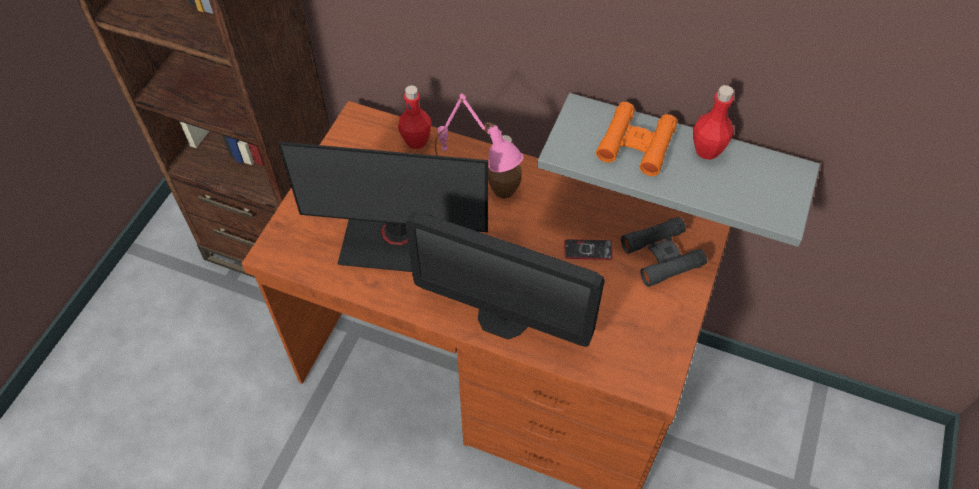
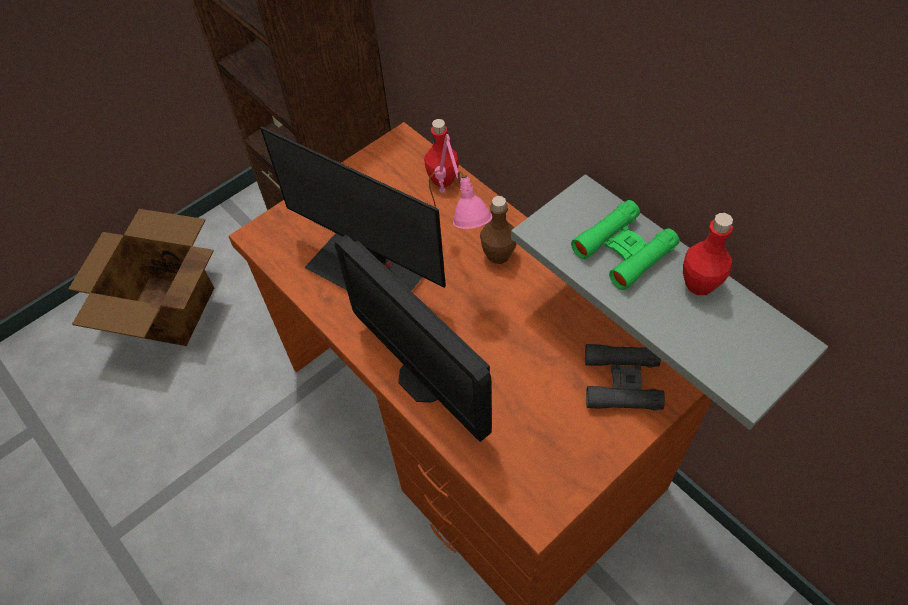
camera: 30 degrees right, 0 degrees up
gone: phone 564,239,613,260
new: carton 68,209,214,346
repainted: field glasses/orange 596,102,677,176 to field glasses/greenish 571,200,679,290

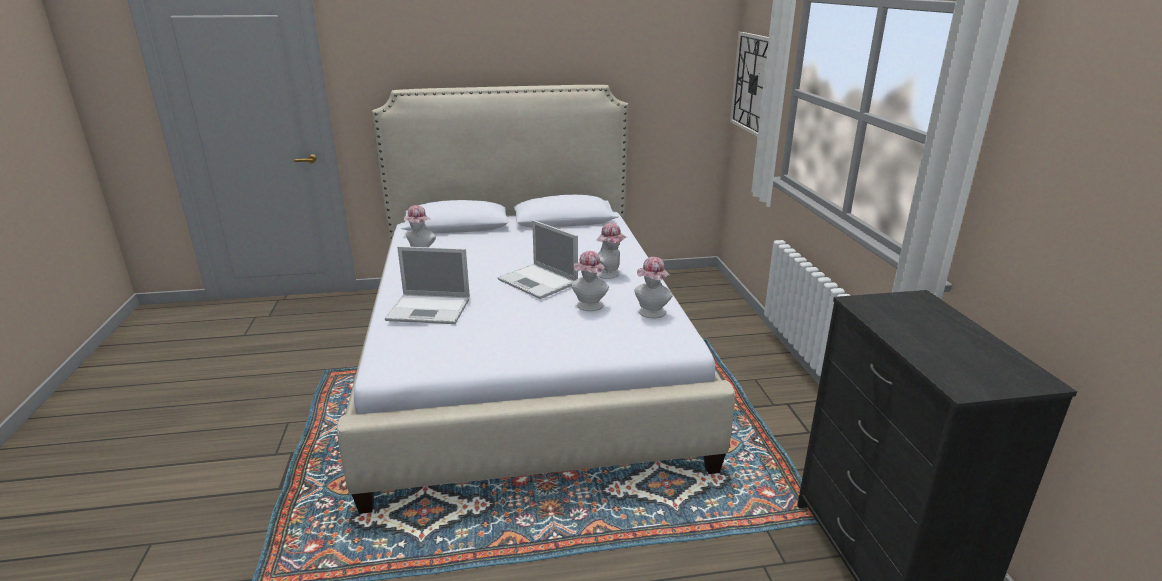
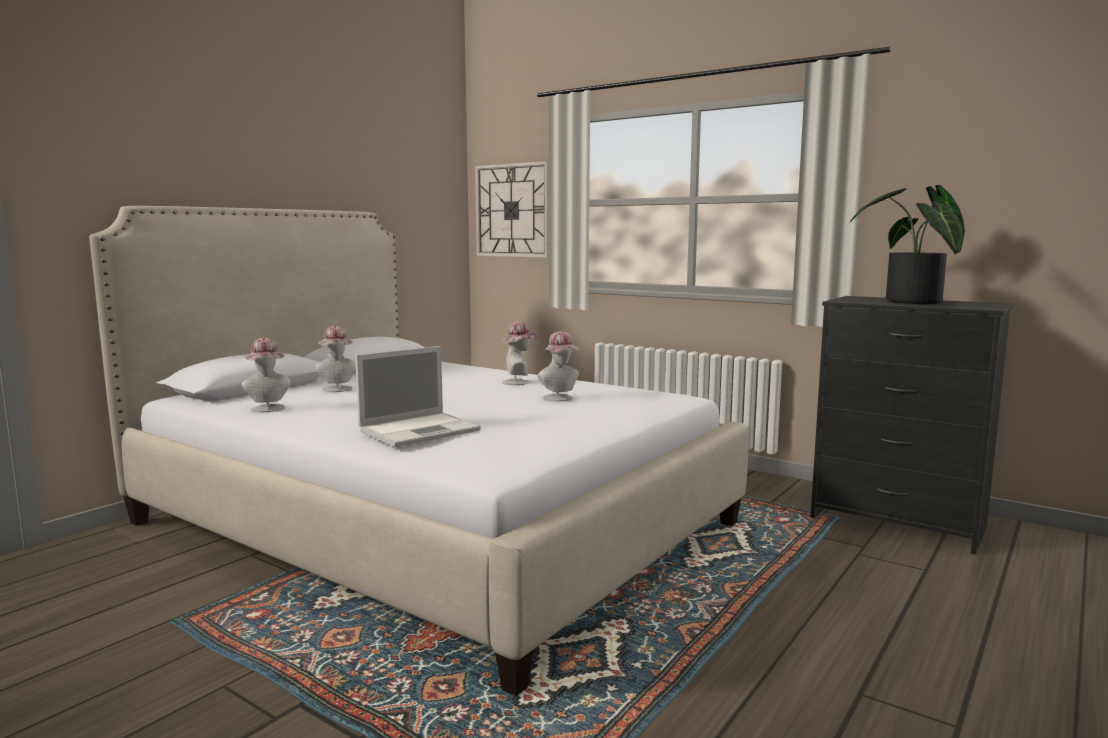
camera: 45 degrees left, 15 degrees down
gone: notebook computer 498,220,578,299
new: houseplant 850,185,965,304
shifted: hat 635,257,673,318 to 315,326,356,392

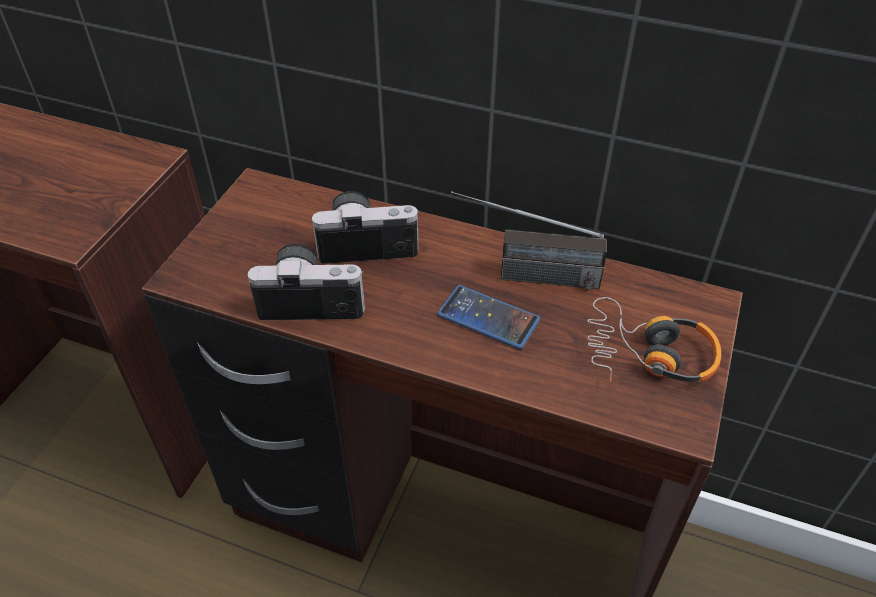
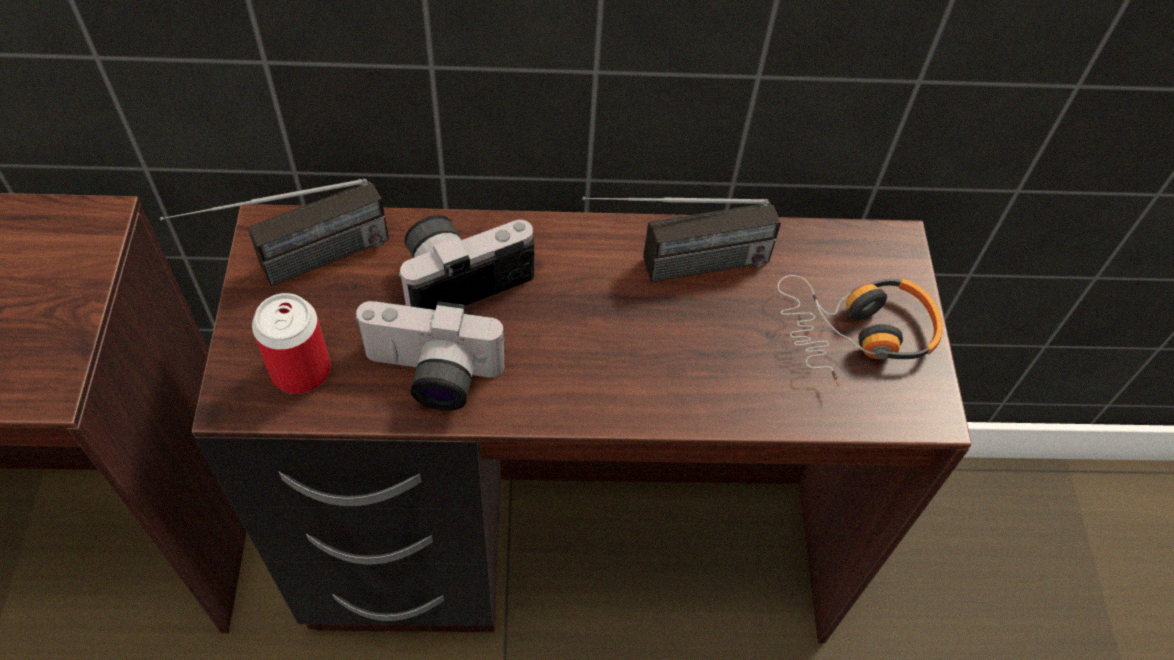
camera: 25 degrees left, 10 degrees up
gone: phone 437,285,541,349
new: radio 160,179,389,286; sealed can 252,293,331,394
rotated: still camera 247,244,365,320 = 354,301,505,410 150 degrees counterclockwise

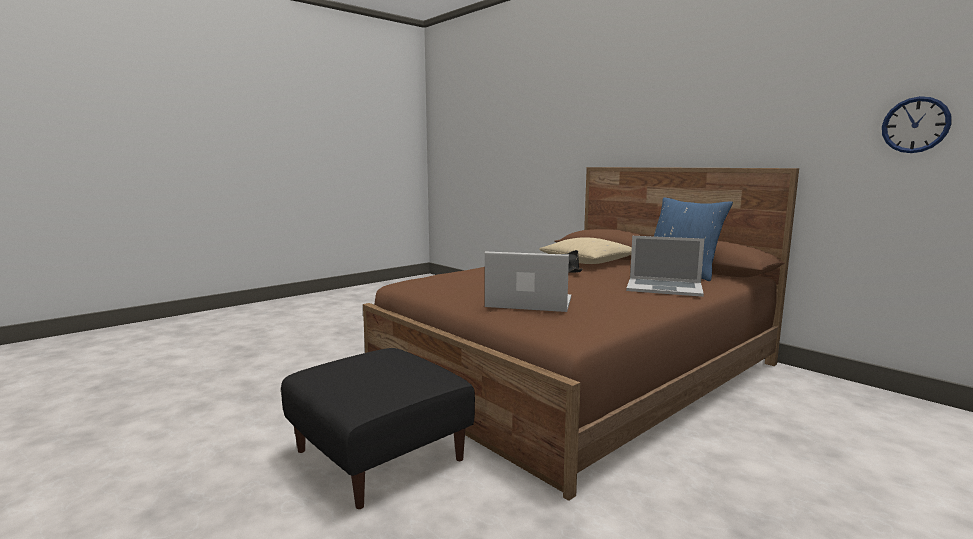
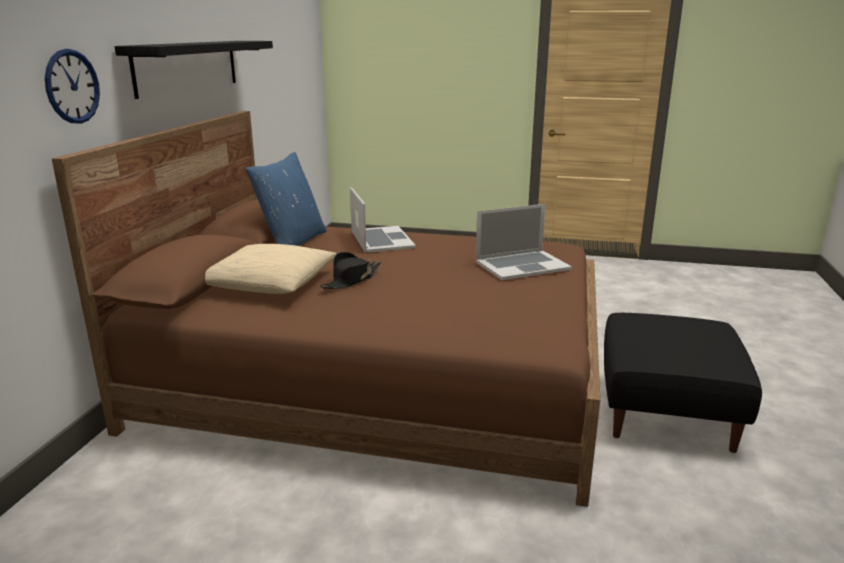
camera: 125 degrees left, 10 degrees up
new: shelf/black-coloured 115,41,273,99
shifted: wall clock 882,96,952,153 to 45,49,100,124
rotated: notebook computer 485,252,571,312 = 476,204,572,280 90 degrees counterclockwise

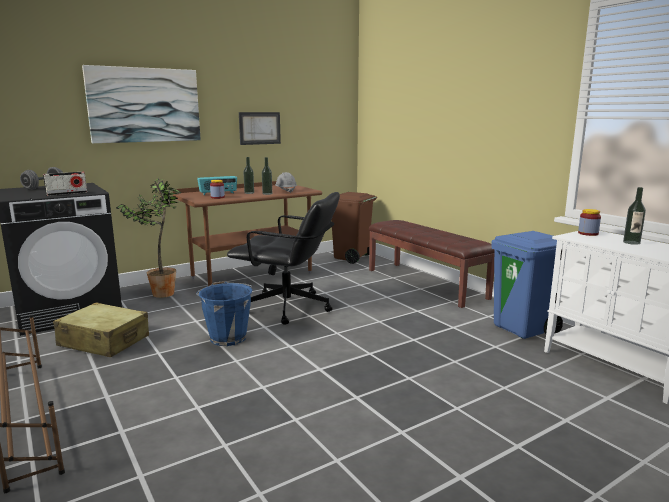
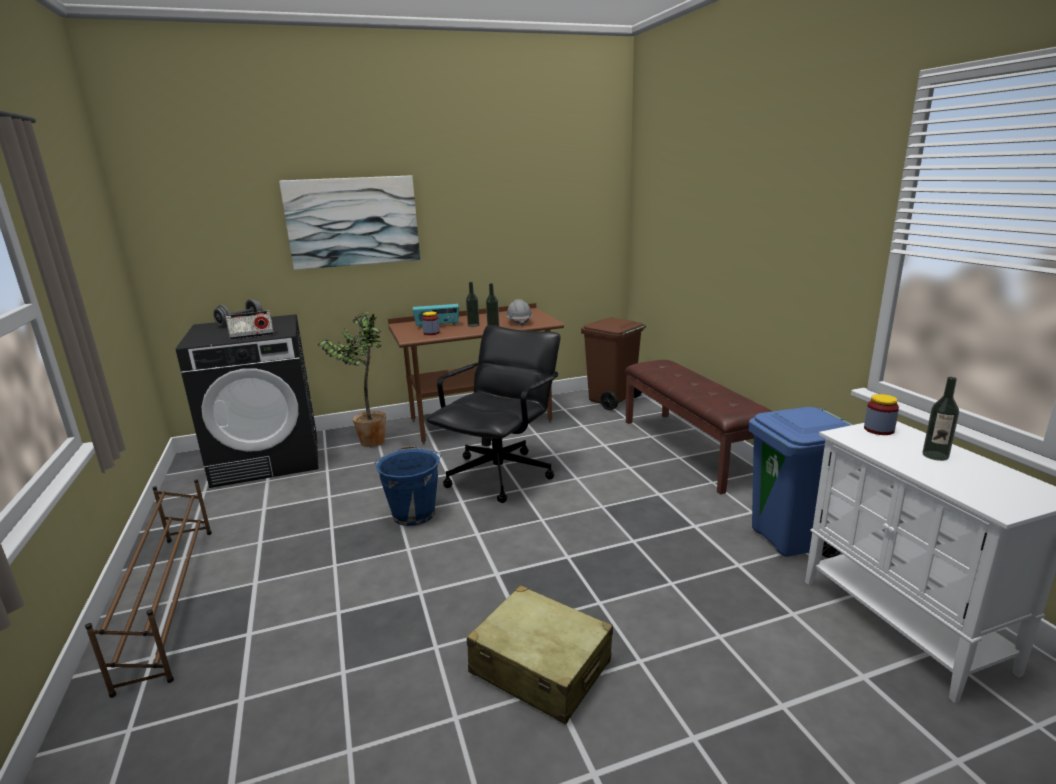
camera: 15 degrees right, 5 degrees up
gone: wall art 239,112,281,145
shifted: suitcase/beige 53,302,149,357 to 467,585,613,725
rotated: office chair/black-coloured 227,192,340,325 = 426,325,560,503 90 degrees counterclockwise

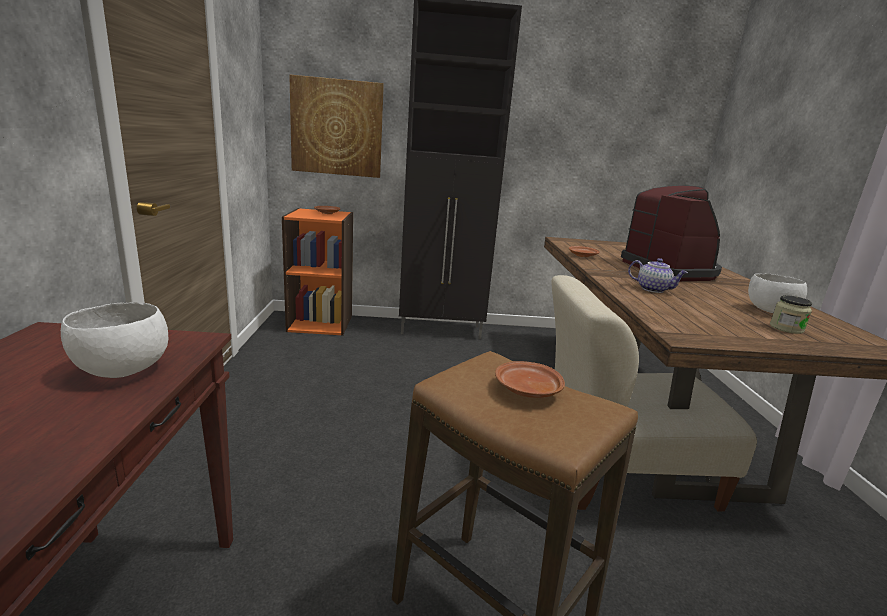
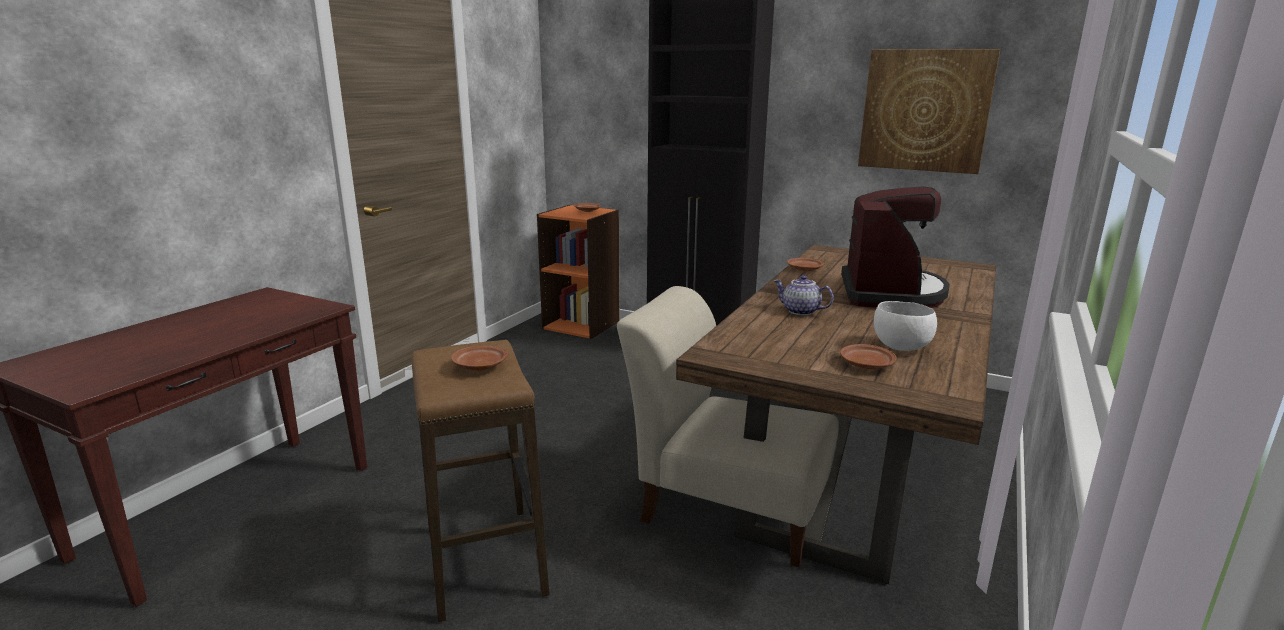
camera: 30 degrees right, 0 degrees up
gone: deep dish/white-coloured 61,302,168,378
shifted: wall art 289,75,384,178 to 858,49,1000,174
swapped: jar 770,295,812,334 to plate/brownish 840,344,897,369
rotated: pot for tea 628,258,688,293 = 774,275,834,315 150 degrees clockwise

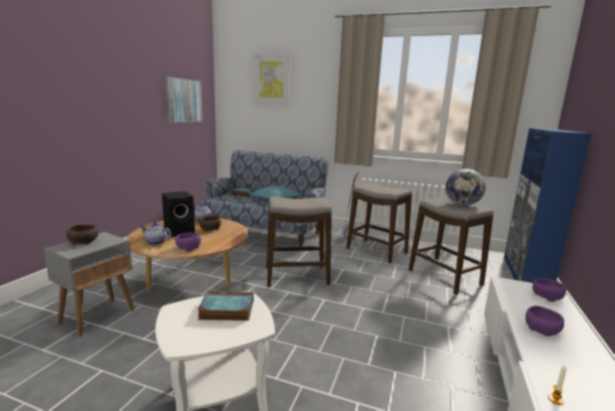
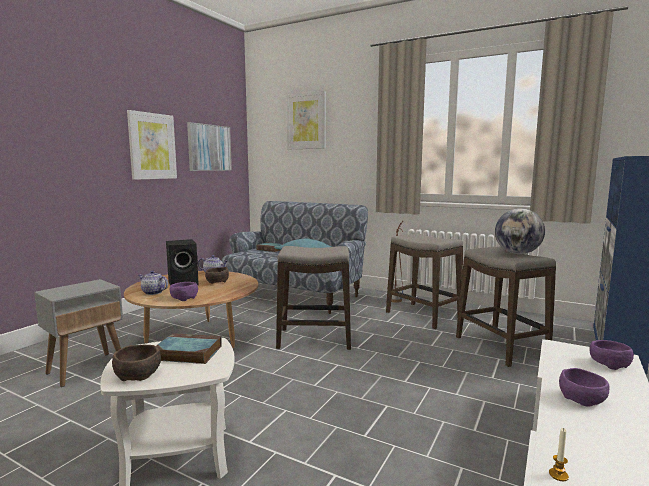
camera: 10 degrees right, 5 degrees down
new: wall art 127,110,177,180
shifted: deep dish/brownish 66,225,98,245 to 112,345,161,381

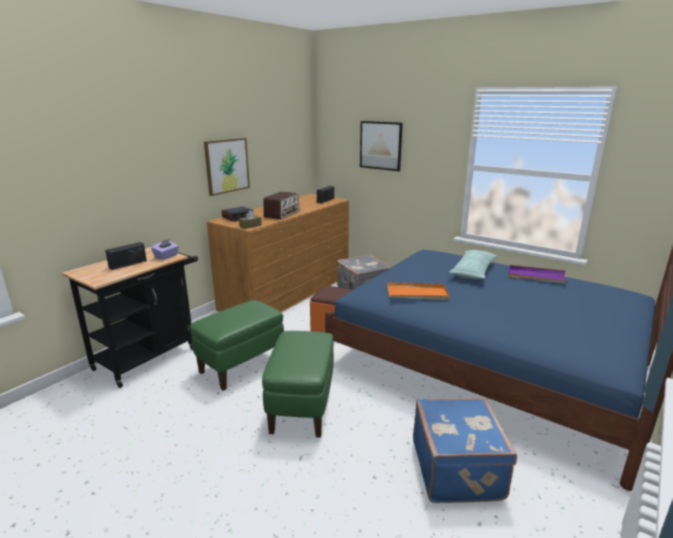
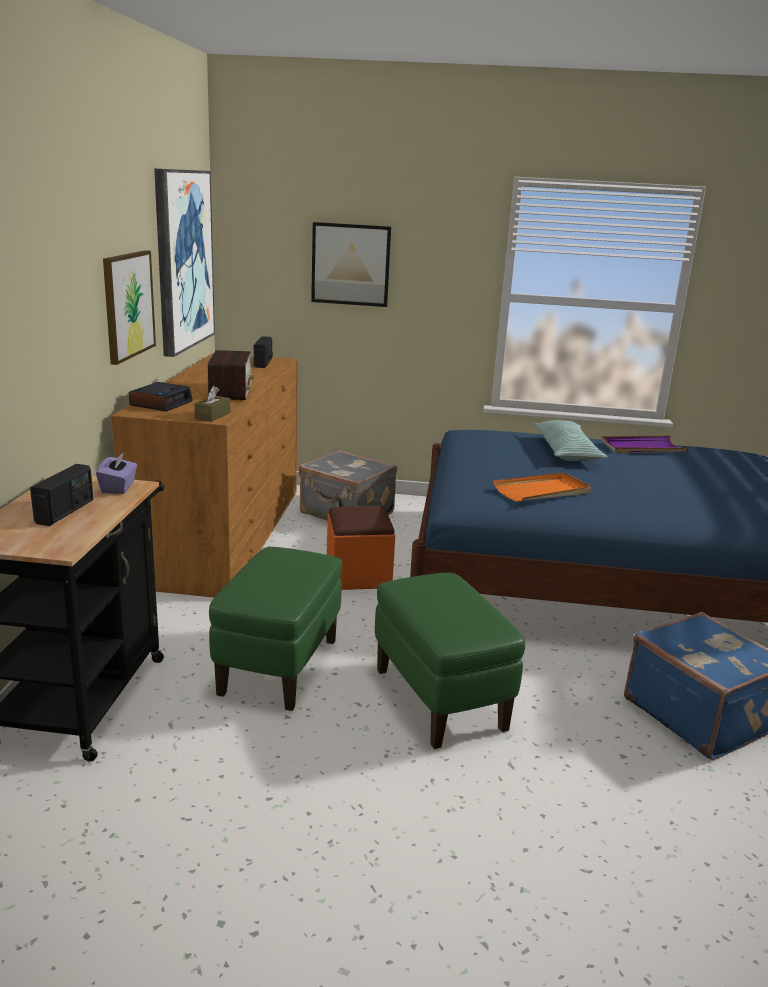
camera: 30 degrees left, 0 degrees up
new: wall art 154,168,215,357

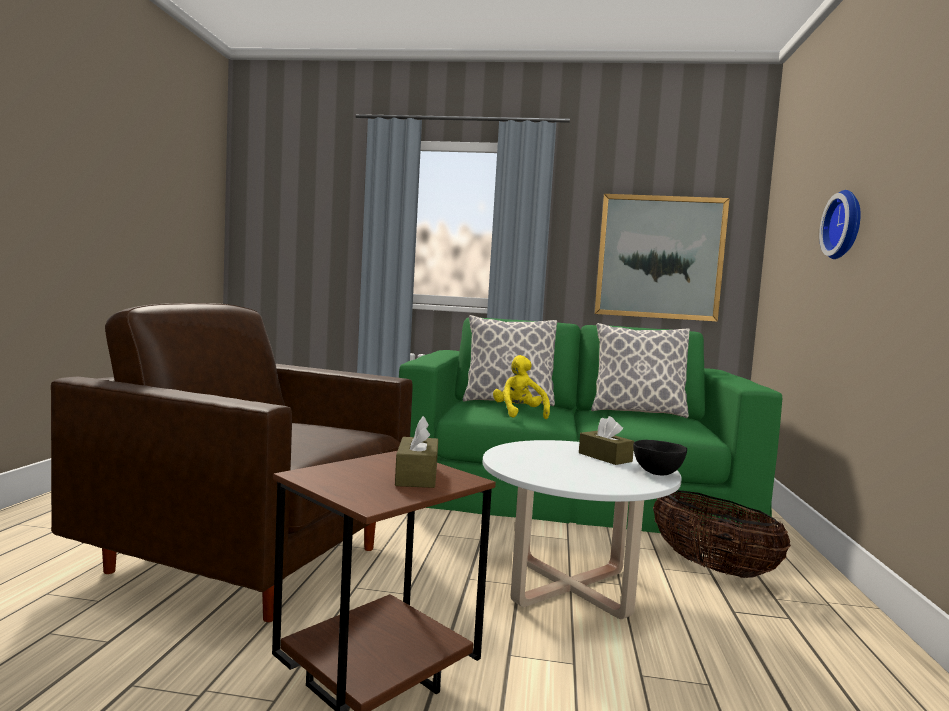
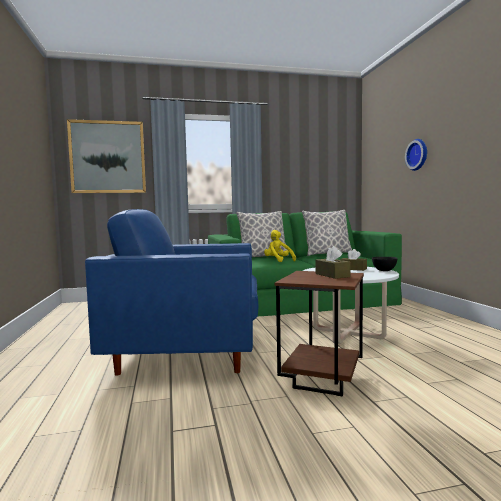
camera: 20 degrees left, 0 degrees up
gone: storage basket 653,490,791,578
shifted: wall art 594,194,730,322 to 67,119,146,193
repainted: lounge chair/brownish 51,303,413,622 to lounge chair/blue-coloured 85,209,259,375

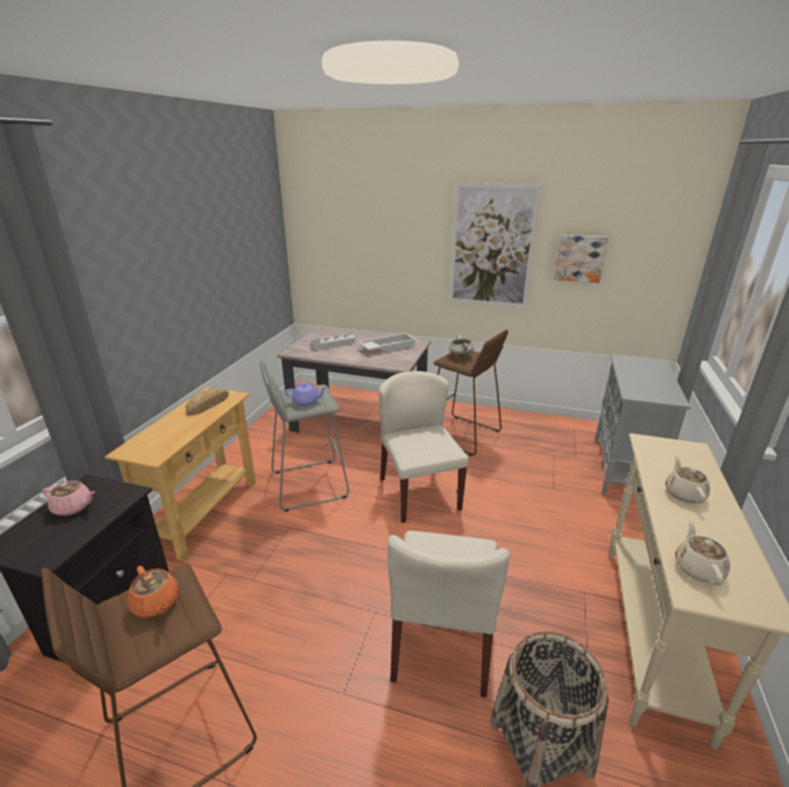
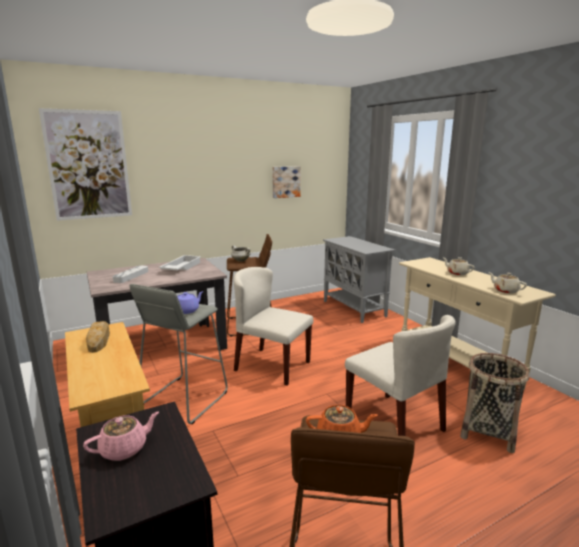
camera: 45 degrees left, 10 degrees down
shifted: wall art 450,183,541,307 to 39,108,132,221

